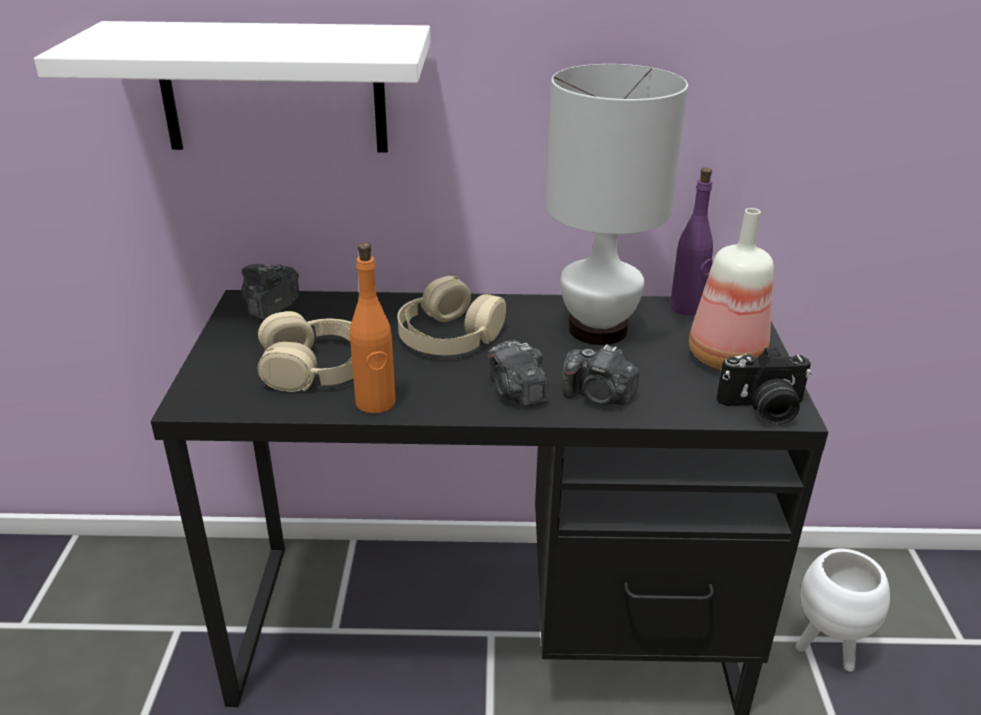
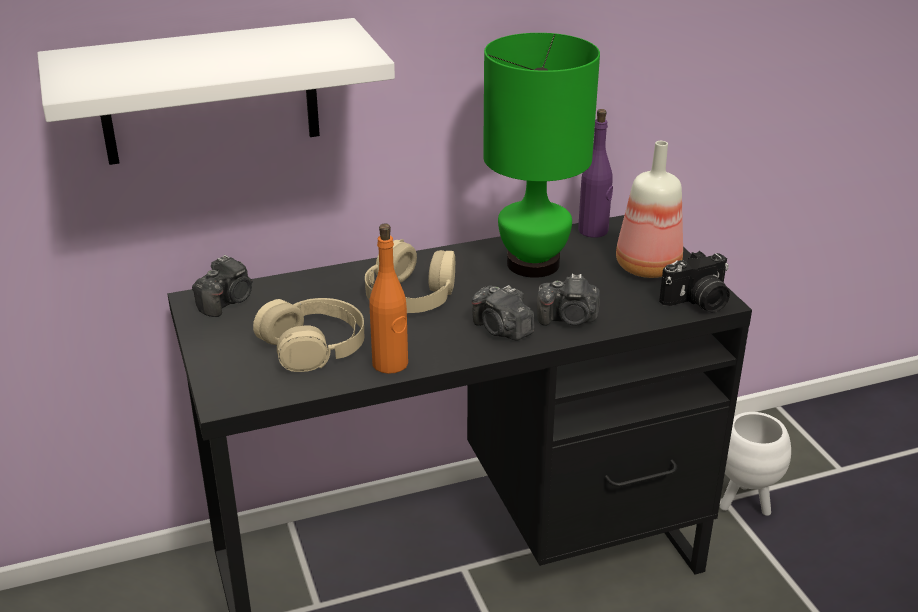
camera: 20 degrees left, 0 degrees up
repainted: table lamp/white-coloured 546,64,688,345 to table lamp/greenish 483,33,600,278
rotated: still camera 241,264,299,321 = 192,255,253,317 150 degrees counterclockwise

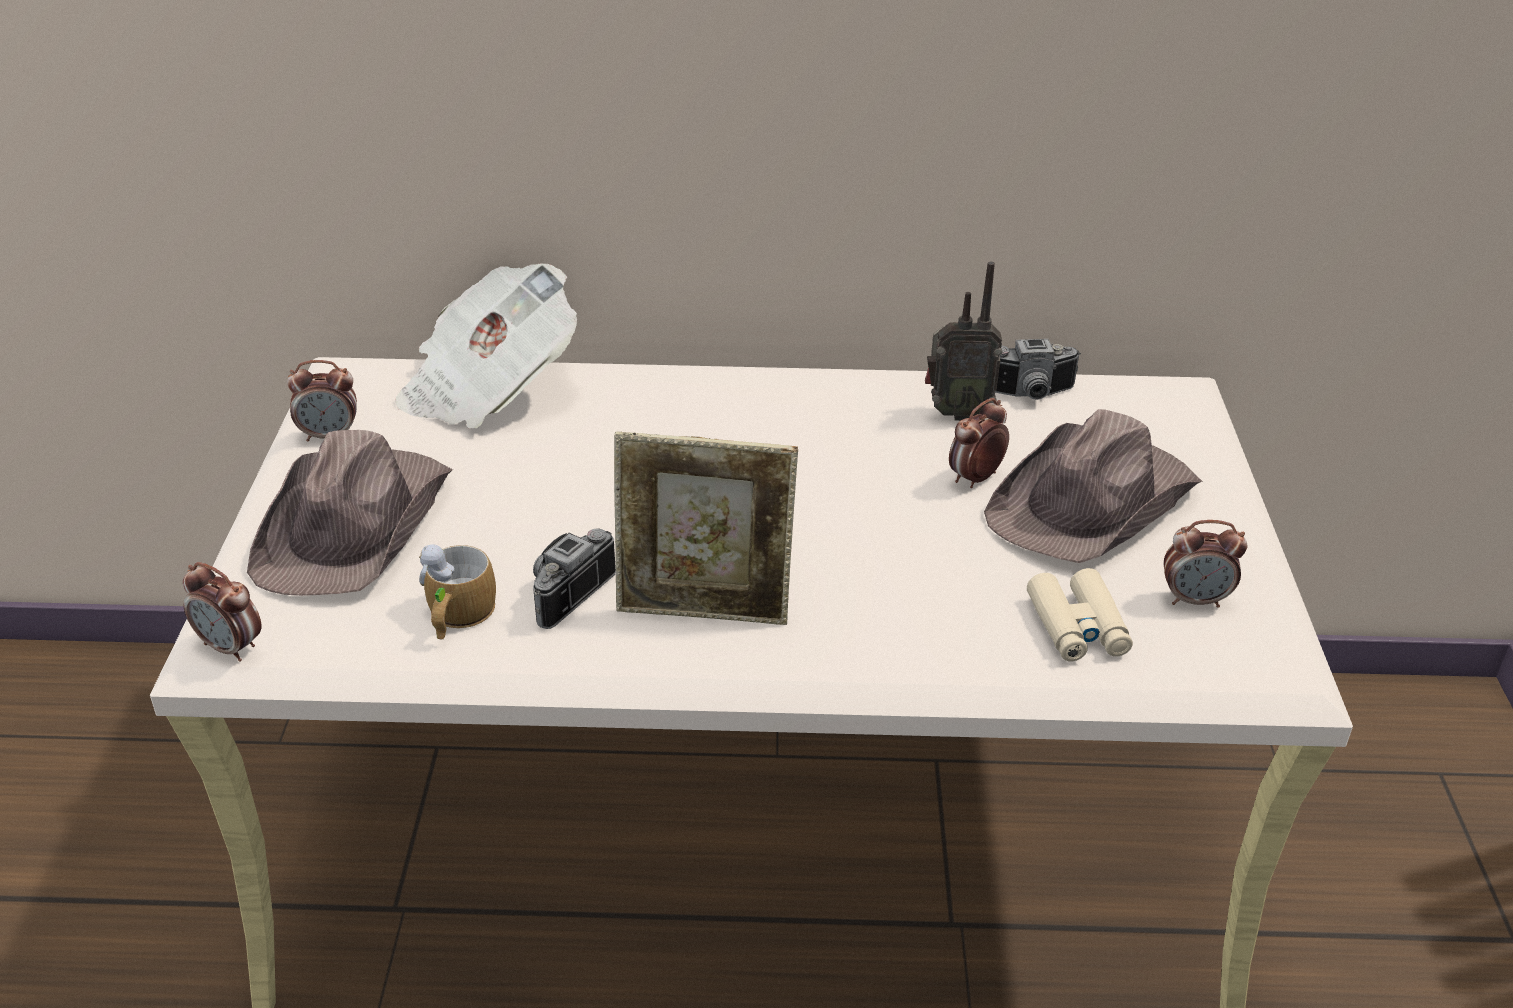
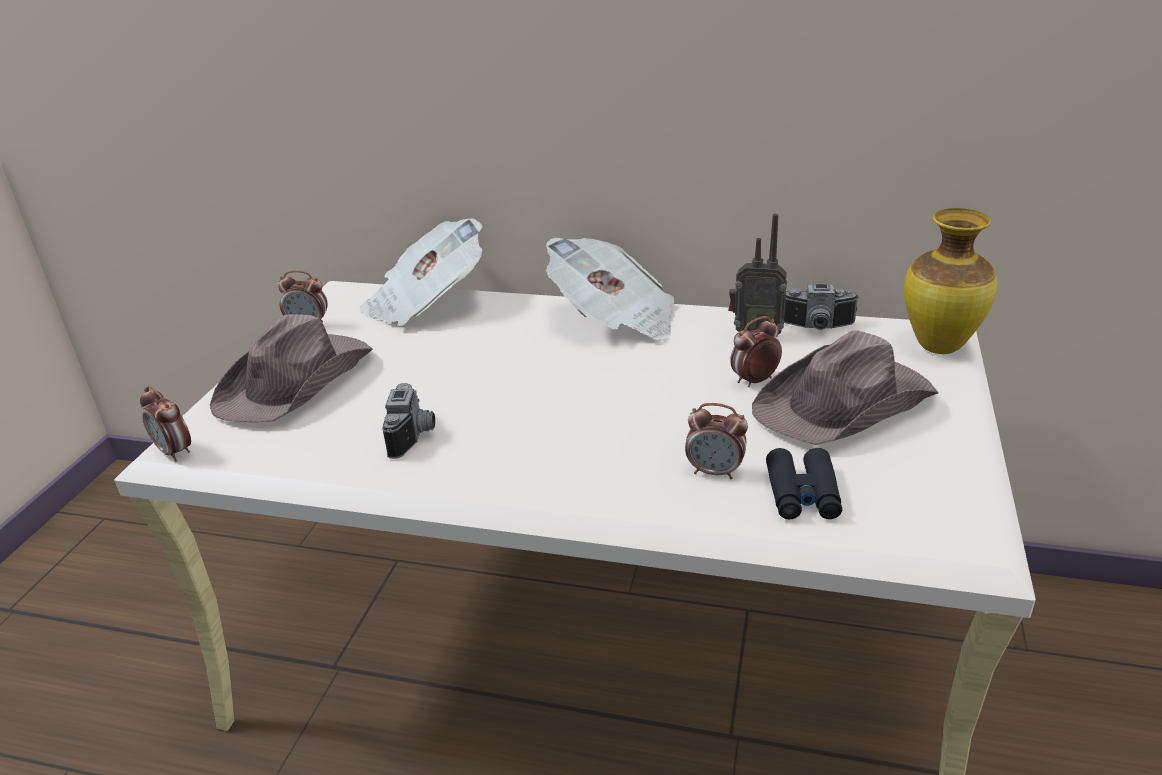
camera: 15 degrees right, 5 degrees down
gone: mug 419,544,496,639; standing frame 614,431,798,625
new: daily paper 546,238,674,341; vase 904,208,997,354
shifted: table clock 1164,520,1248,608 to 685,403,748,479
repainted: field glasses/beige 1027,568,1133,661 to field glasses/black-coloured 766,448,842,519
rotated: still camera 533,528,616,629 = 382,383,435,459 135 degrees clockwise

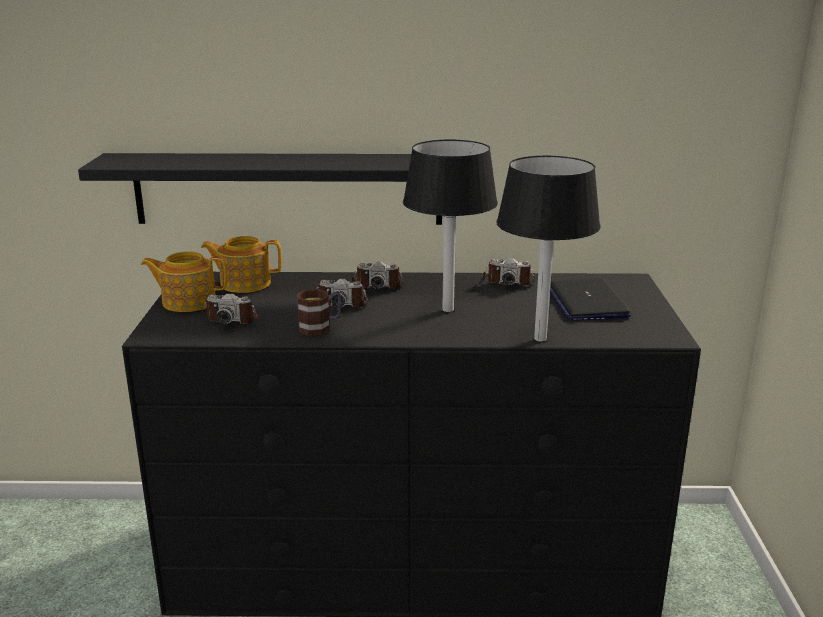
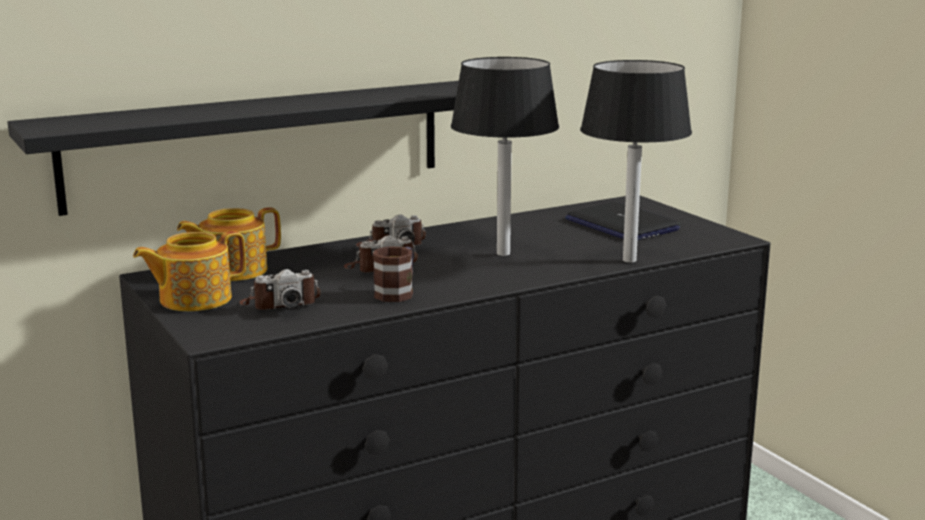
camera: 30 degrees left, 5 degrees down
gone: still camera 482,258,535,285

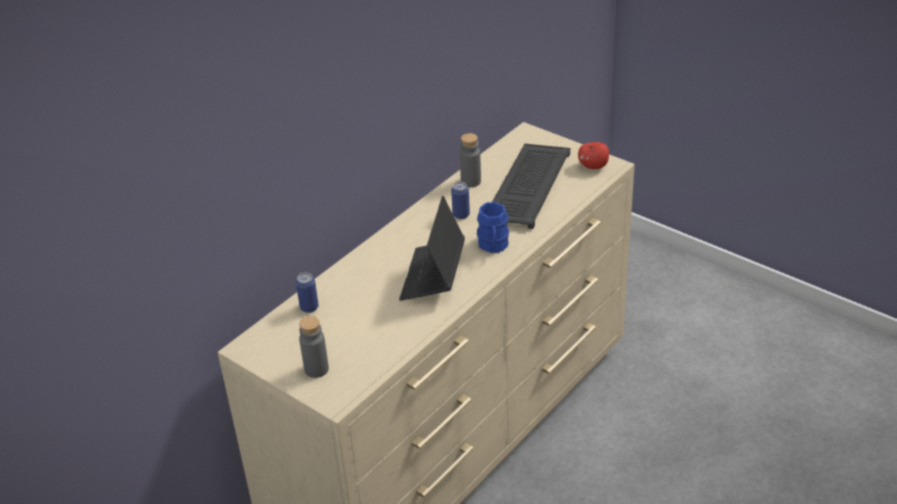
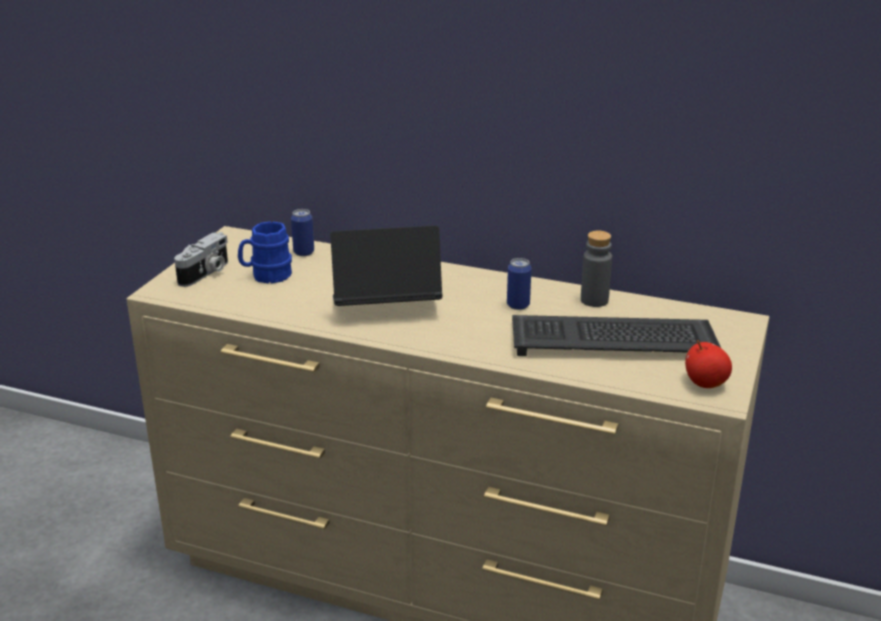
camera: 70 degrees right, 10 degrees down
shifted: mug/blue-coloured 477,202,509,253 to 238,221,292,284
swapped: beverage bottle/grey 299,316,329,378 to still camera 174,232,228,287

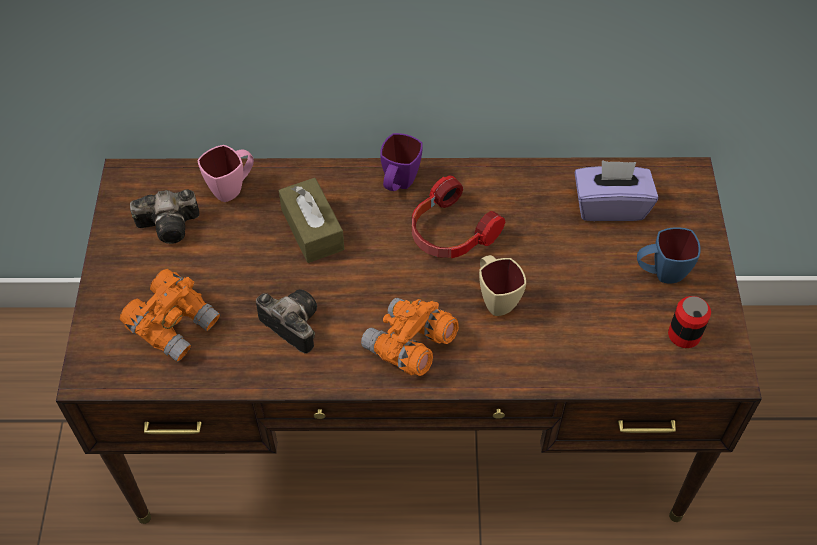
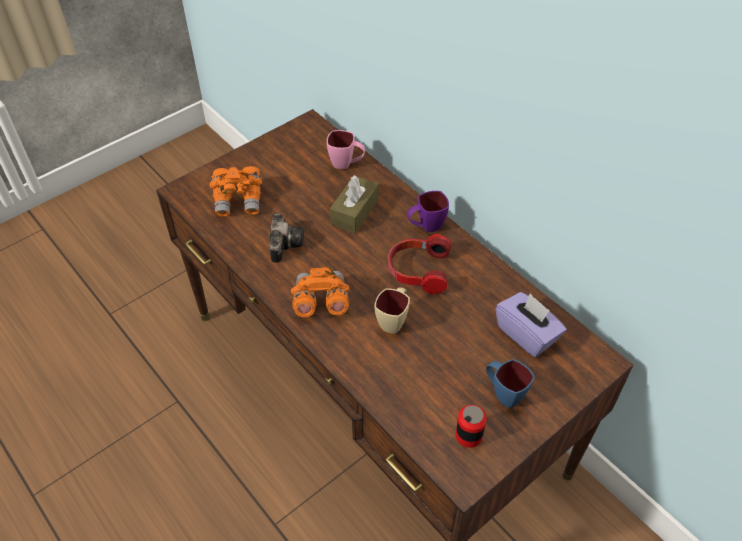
camera: 50 degrees right, 5 degrees down
gone: still camera 130,189,199,244

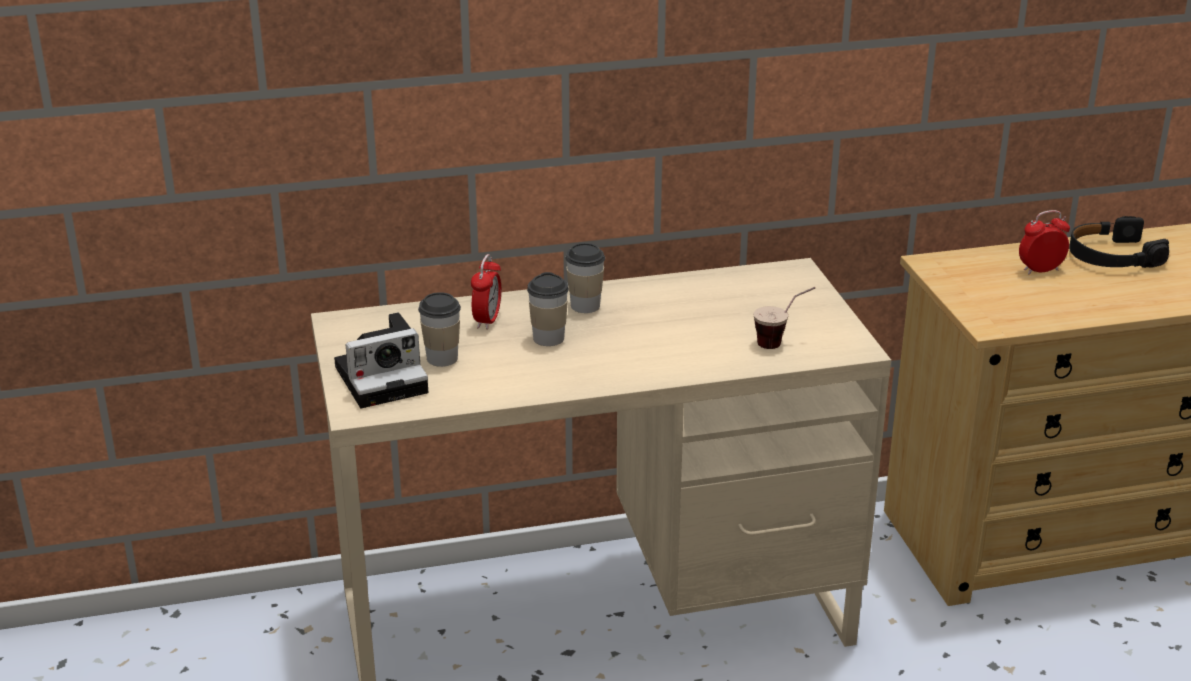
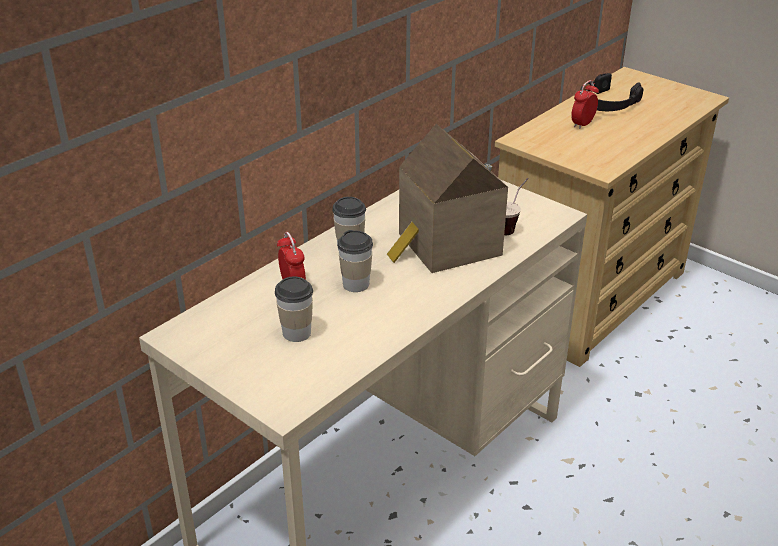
camera: 35 degrees left, 5 degrees up
gone: still camera 334,312,428,408
new: model house 387,124,508,273

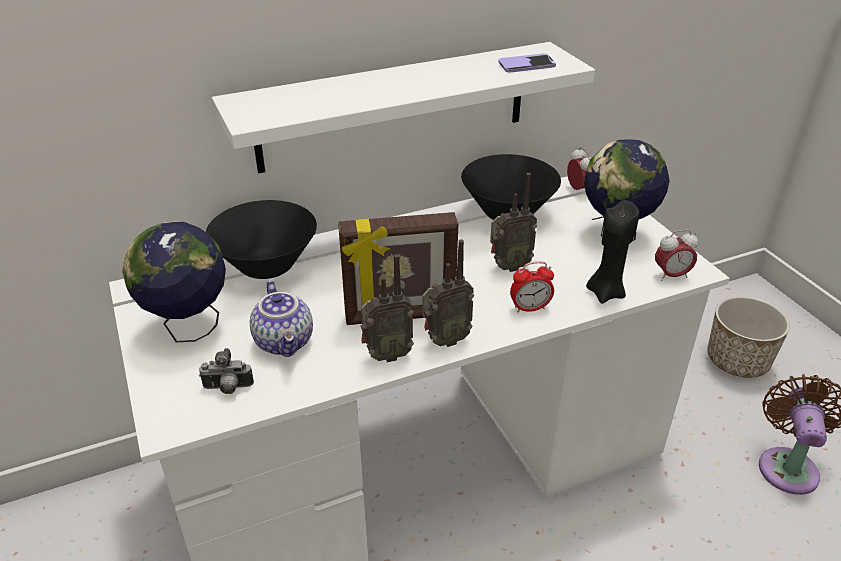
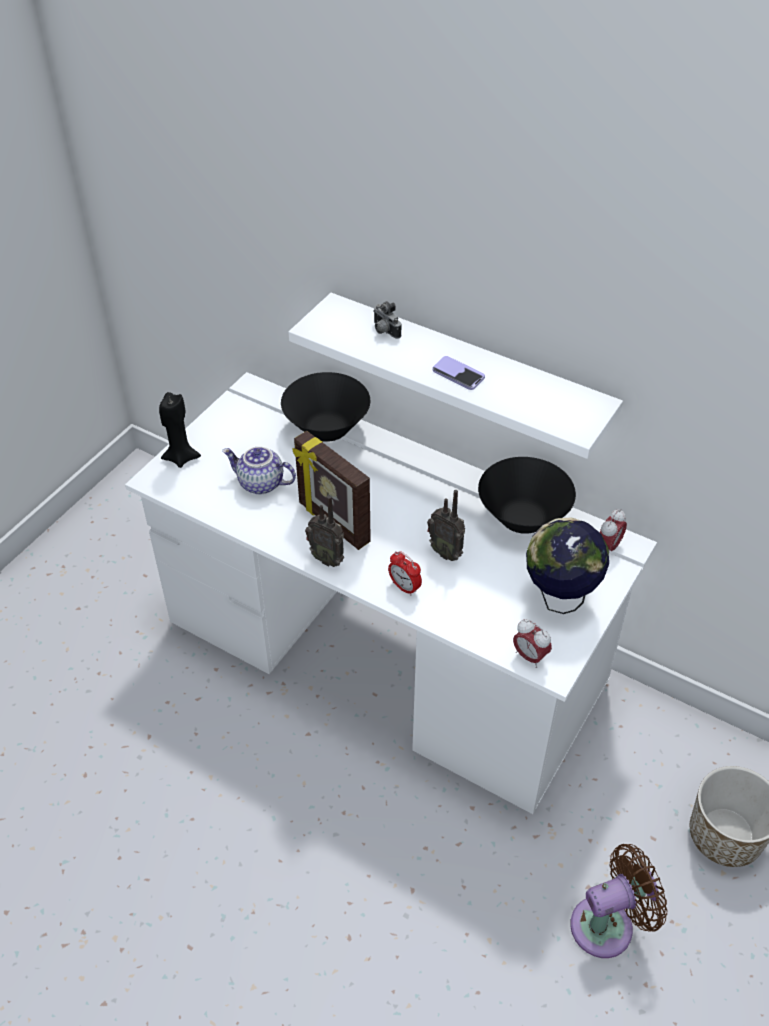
camera: 55 degrees right, 10 degrees up
gone: desk globe 122,222,226,342; radio 360,254,414,362
shifted: wax candle/black-coloured 586,200,639,304 to 159,392,201,468; still camera 199,348,254,394 to 373,301,401,339; phone 498,53,556,73 to 432,356,485,390
rotated: pot for tea 250,281,313,357 = 222,446,296,494 75 degrees clockwise

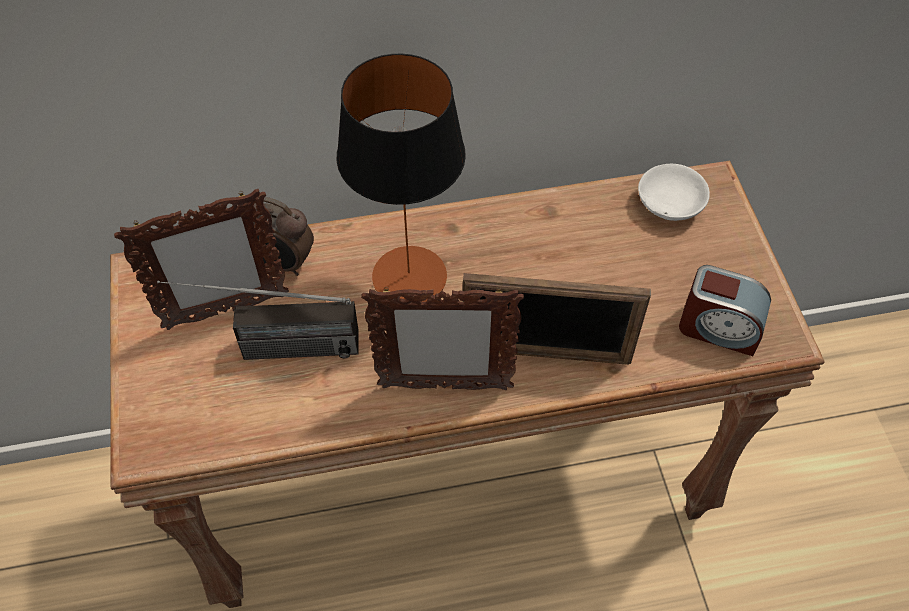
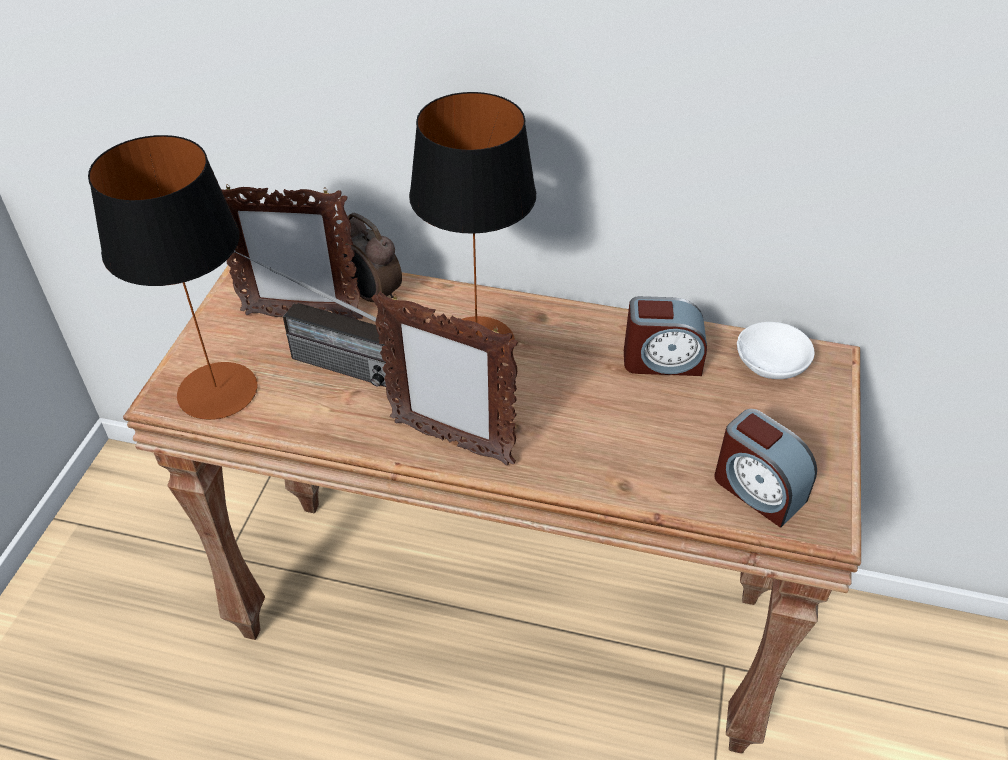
camera: 25 degrees right, 10 degrees down
gone: standing frame 463,273,651,365
new: table lamp 88,135,257,420; table clock 624,296,707,376

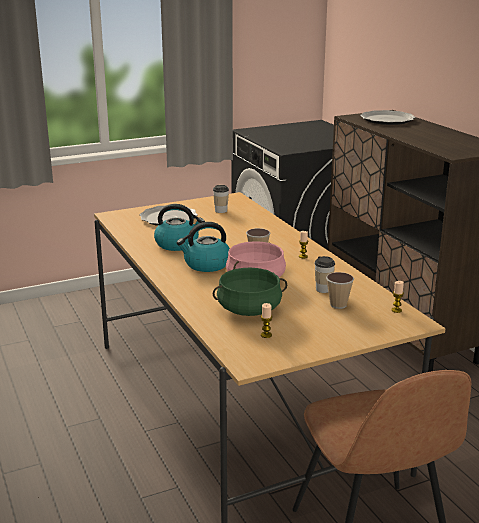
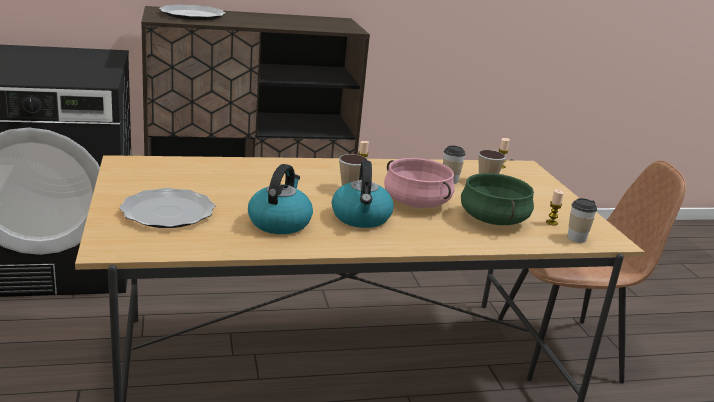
camera: 80 degrees left, 0 degrees up
shifted: drinking cup 213,185,229,213 to 567,198,597,243

